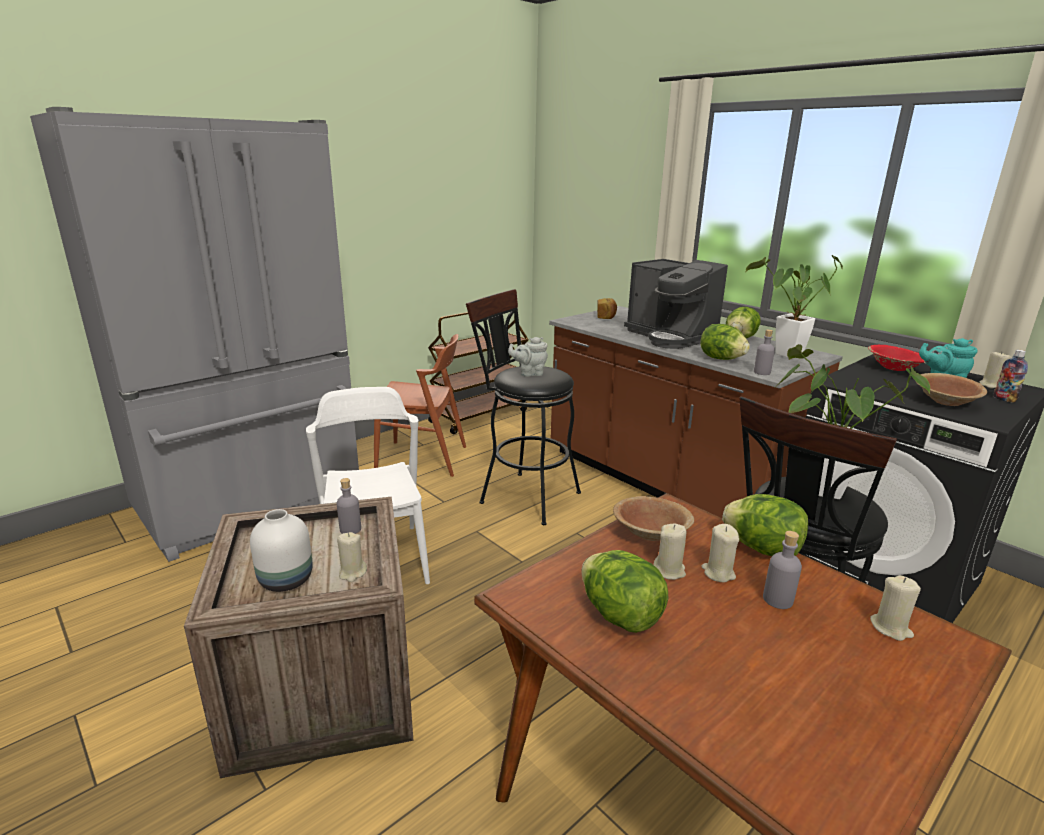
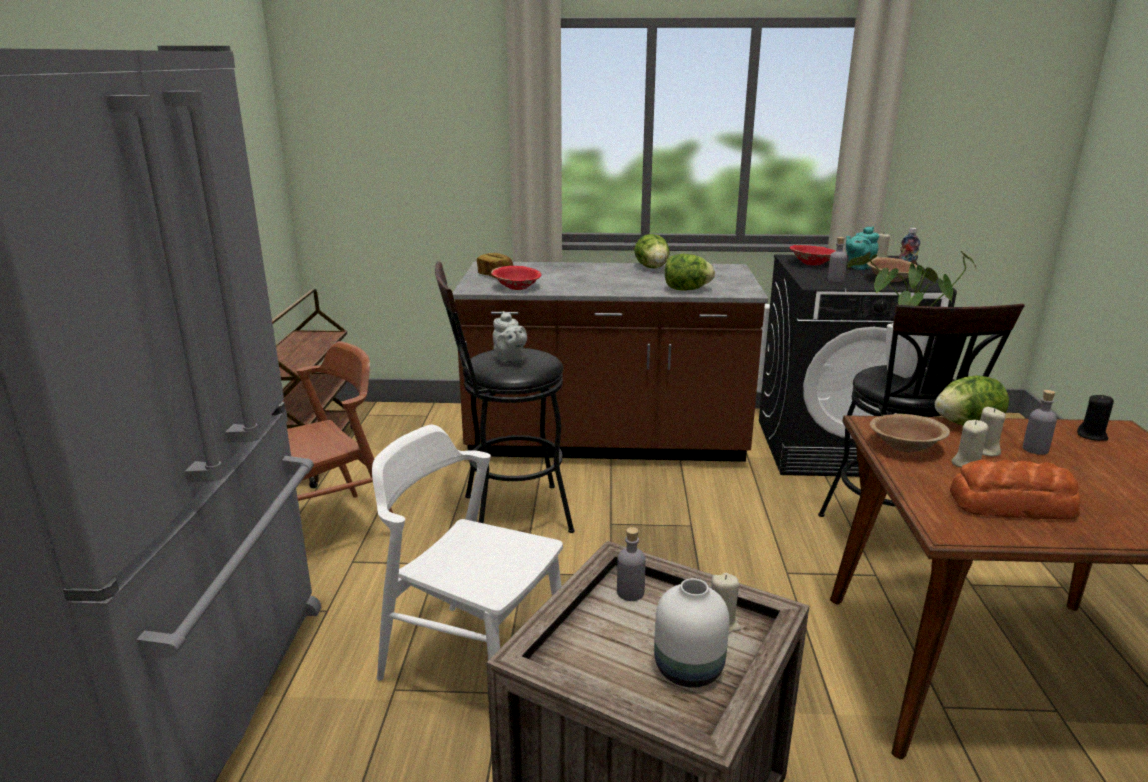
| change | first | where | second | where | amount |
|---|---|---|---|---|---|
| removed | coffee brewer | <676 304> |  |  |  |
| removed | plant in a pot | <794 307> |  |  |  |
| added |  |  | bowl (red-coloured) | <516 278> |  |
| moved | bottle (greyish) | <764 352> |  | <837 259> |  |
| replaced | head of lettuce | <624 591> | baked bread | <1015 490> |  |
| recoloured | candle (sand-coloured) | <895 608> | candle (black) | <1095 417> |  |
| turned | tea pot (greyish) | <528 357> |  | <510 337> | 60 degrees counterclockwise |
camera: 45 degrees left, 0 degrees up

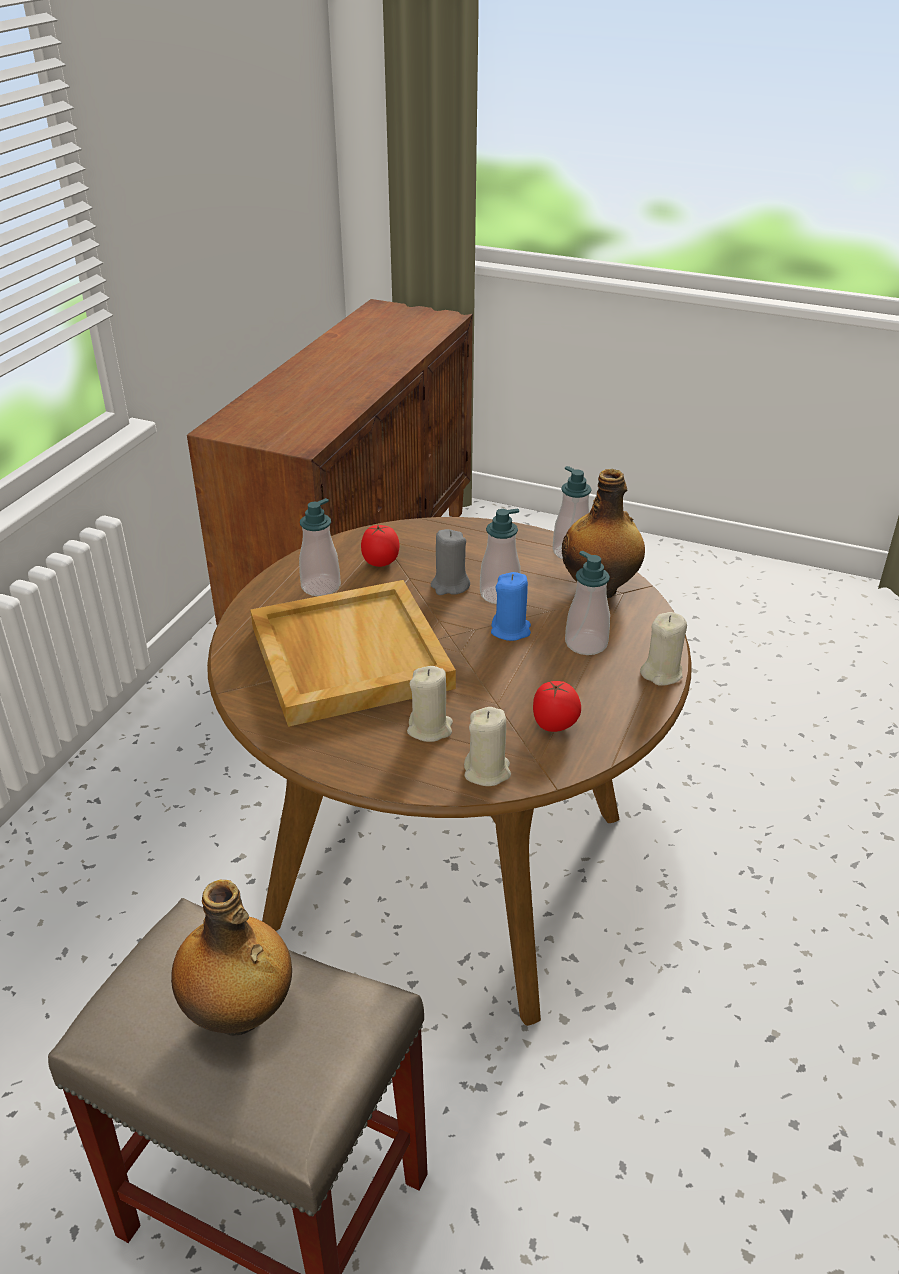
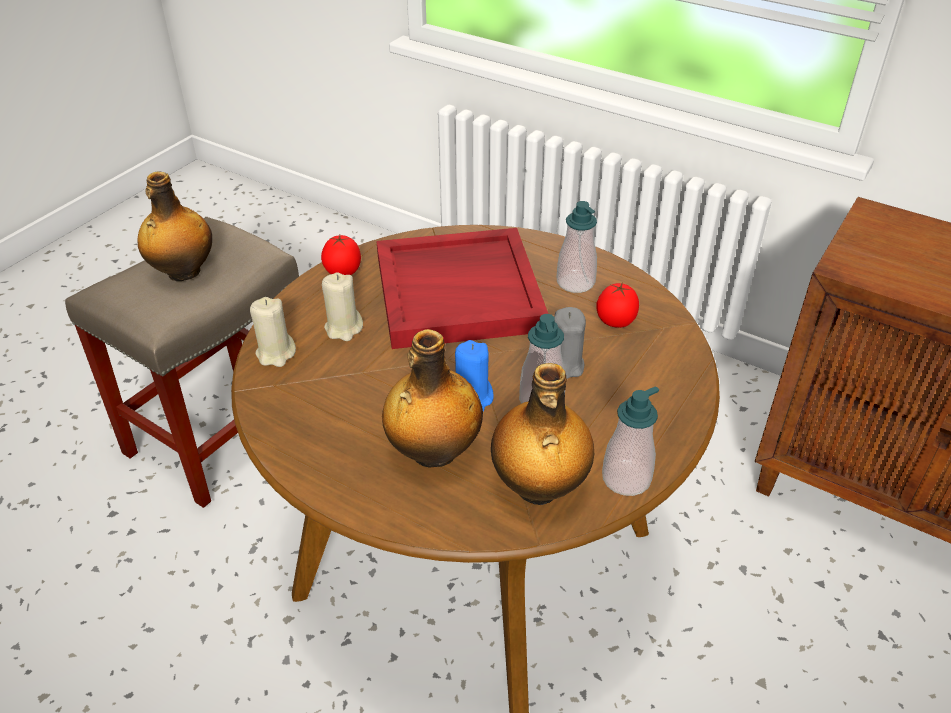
| change | first | where | second | where | amount |
|---|---|---|---|---|---|
| removed | candle (sand-coloured) | <663 649> |  |  |  |
| moved | fresh tomato | <557 706> |  | <341 255> |  |
| replaced | soap bottle | <587 603> | bottle | <432 398> |  |
| recoloured | serving tray (sand-coloured) | <353 653> | serving tray (red-coloured) | <462 288> |  |
camera: 100 degrees right, 5 degrees up

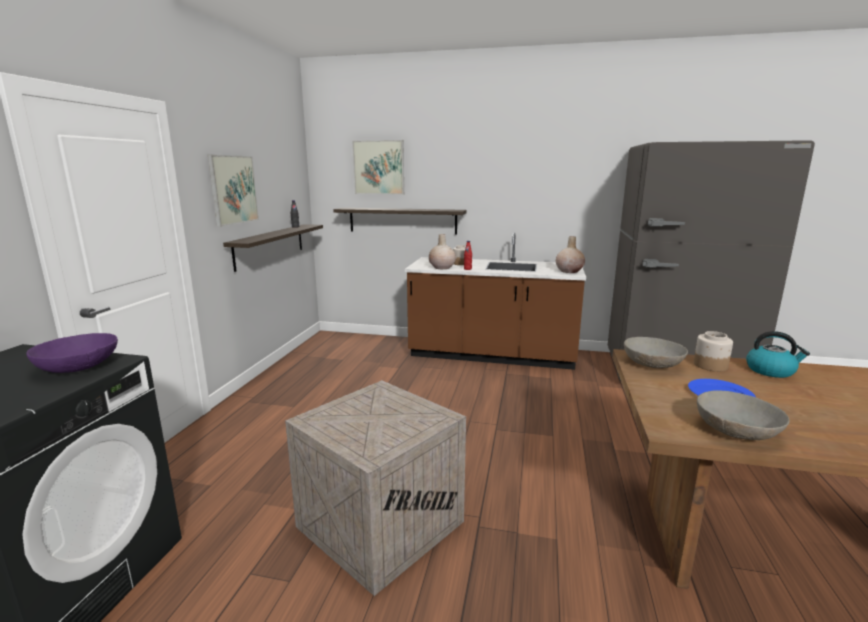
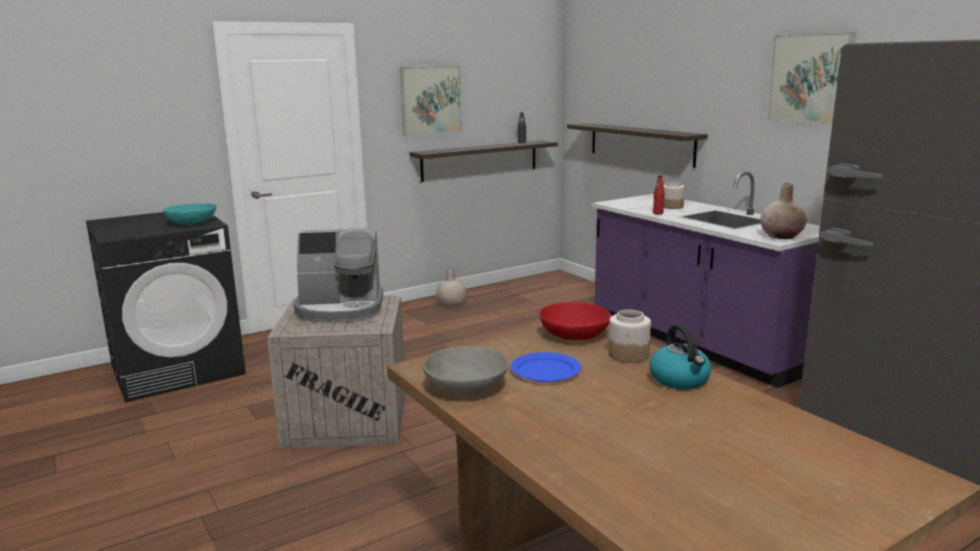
| change | first | where | second | where | amount |
|---|---|---|---|---|---|
| added |  |  | coffee brewer | <338 275> |  |
| moved | wall art | <378 167> |  | <811 78> |  |
| moved | flower vase (sand-coloured) | <442 251> |  | <451 287> |  |
| recoloured | bowl (purplish) | <72 353> | bowl (blue-green) | <190 214> |  |
| recoloured | kitchen base unit (brownish) | <495 301> | kitchen base unit (purplish) | <706 280> |  |
| recoloured | bowl (greyish) | <656 352> | bowl (red-coloured) | <575 321> |  |
camera: 45 degrees right, 0 degrees up

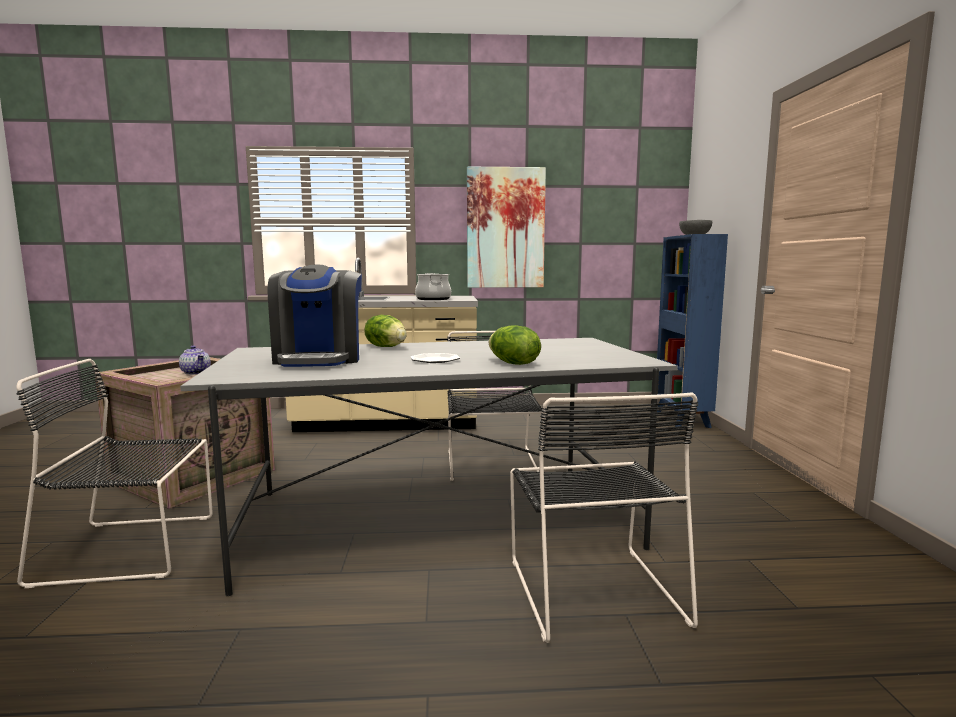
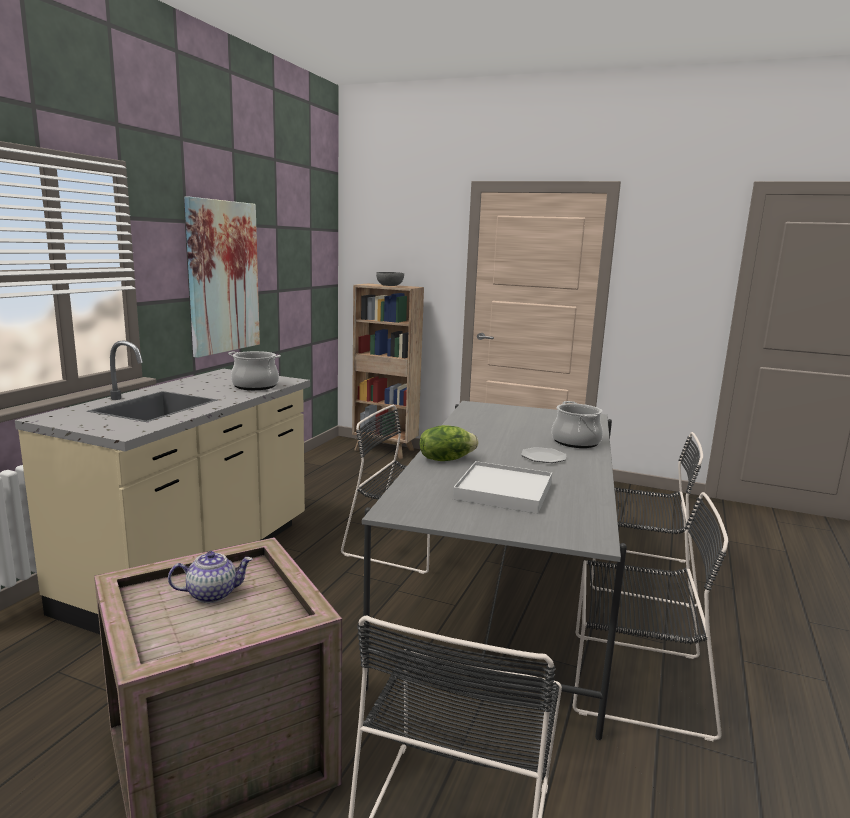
| change | first | where | second | where | amount |
|---|---|---|---|---|---|
| added |  |  | chair (black) | <650 617> |  |
| replaced | coffee brewer | <314 316> | serving tray (whitish) | <502 487> |  |
| replaced | head of lettuce | <515 345> | stockpot | <577 424> |  |
| recoloured | bookshelf (blue) | <692 331> | bookshelf (brownish) | <388 371> |  |
camera: 65 degrees left, 5 degrees up

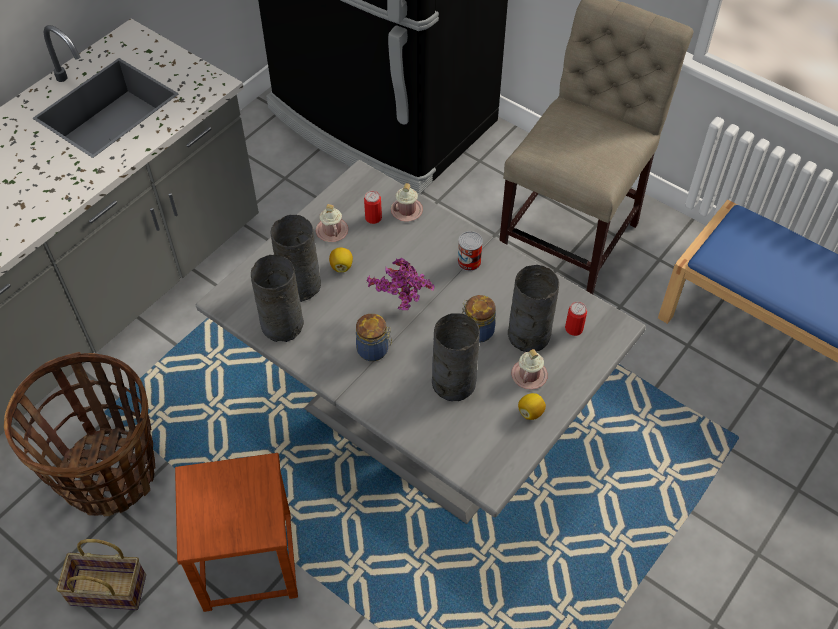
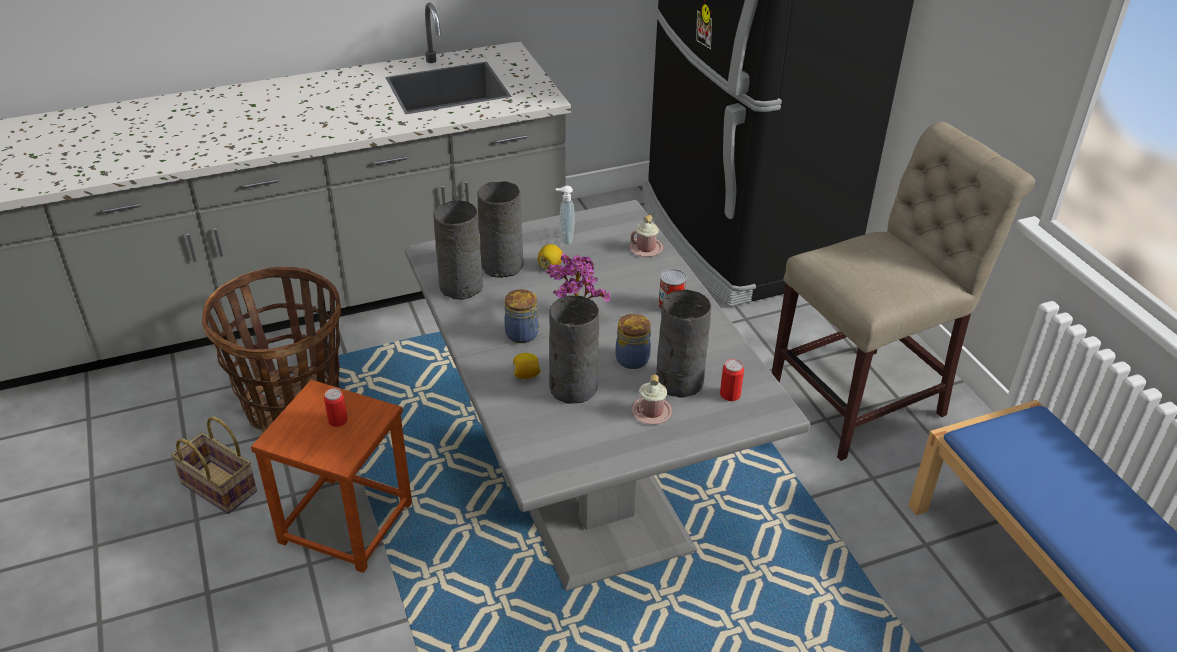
| change | first | where | second | where | amount |
|---|---|---|---|---|---|
| moved | metal can | <373 207> |  | <336 407> |  |
| moved | citrus fruit | <532 406> |  | <527 366> |  |
| replaced | coffee mug (pinkish) | <332 223> | soap bottle | <565 215> |  |
camera: 30 degrees right, 15 degrees down

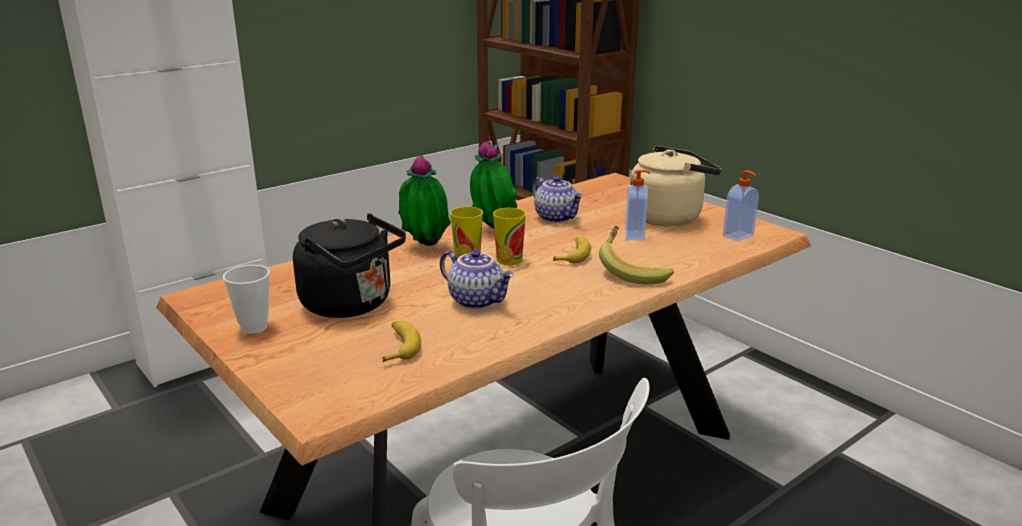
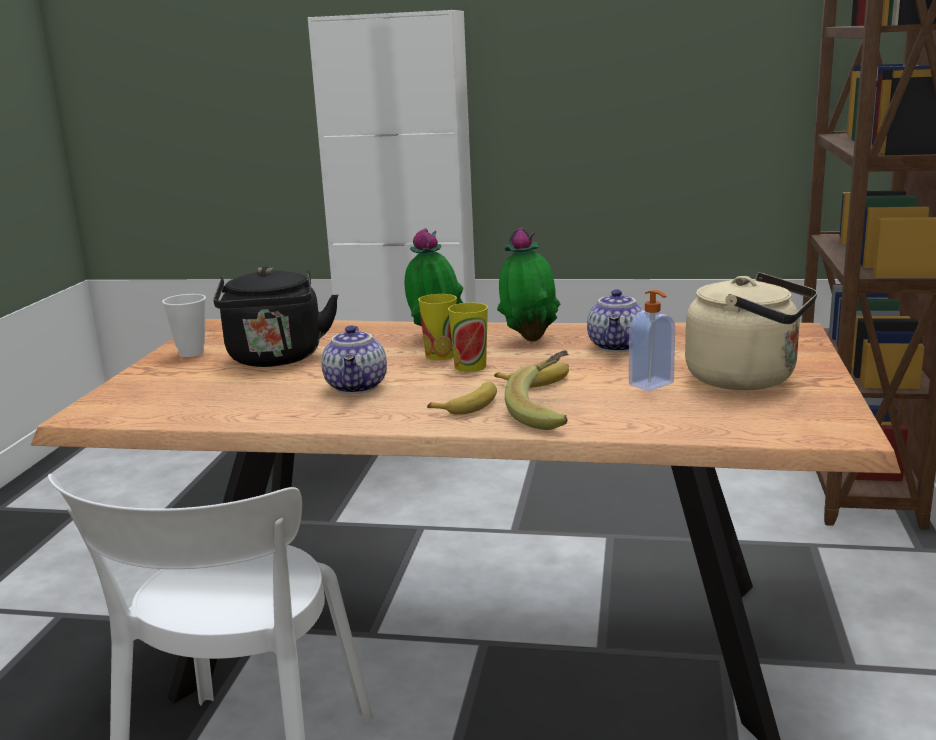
| change | first | where | second | where | amount |
|---|---|---|---|---|---|
| removed | soap bottle | <741 206> |  |  |  |
| moved | banana | <402 341> |  | <462 398> |  |
camera: 50 degrees right, 5 degrees down

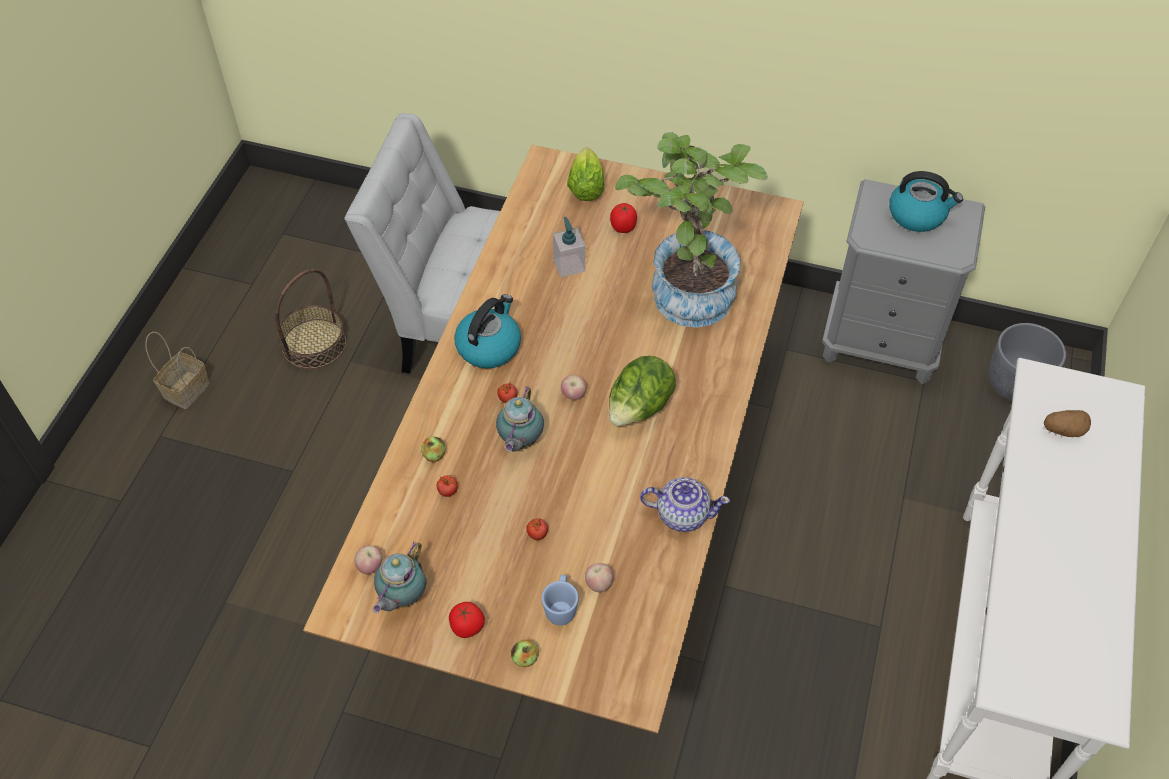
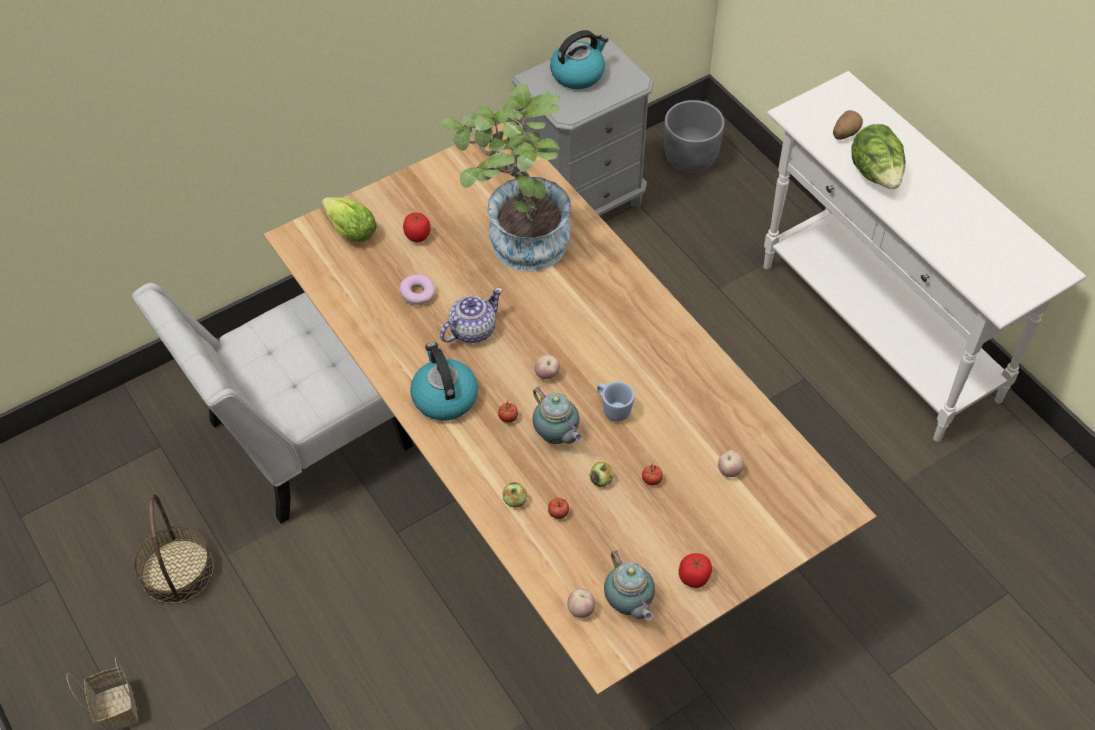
| change | first | where | second | where | amount |
|---|---|---|---|---|---|
| moved | apple | <525 653> |  | <602 474> |  |
| moved | coffee mug (blue) | <560 600> |  | <616 401> |  |
| moved | head of lettuce | <642 391> |  | <878 156> |  |
| moved | tea pot | <685 504> |  | <471 315> |  |
| replaced | soap bottle | <569 247> | donut | <417 289> |  |
camera: 50 degrees left, 0 degrees up

